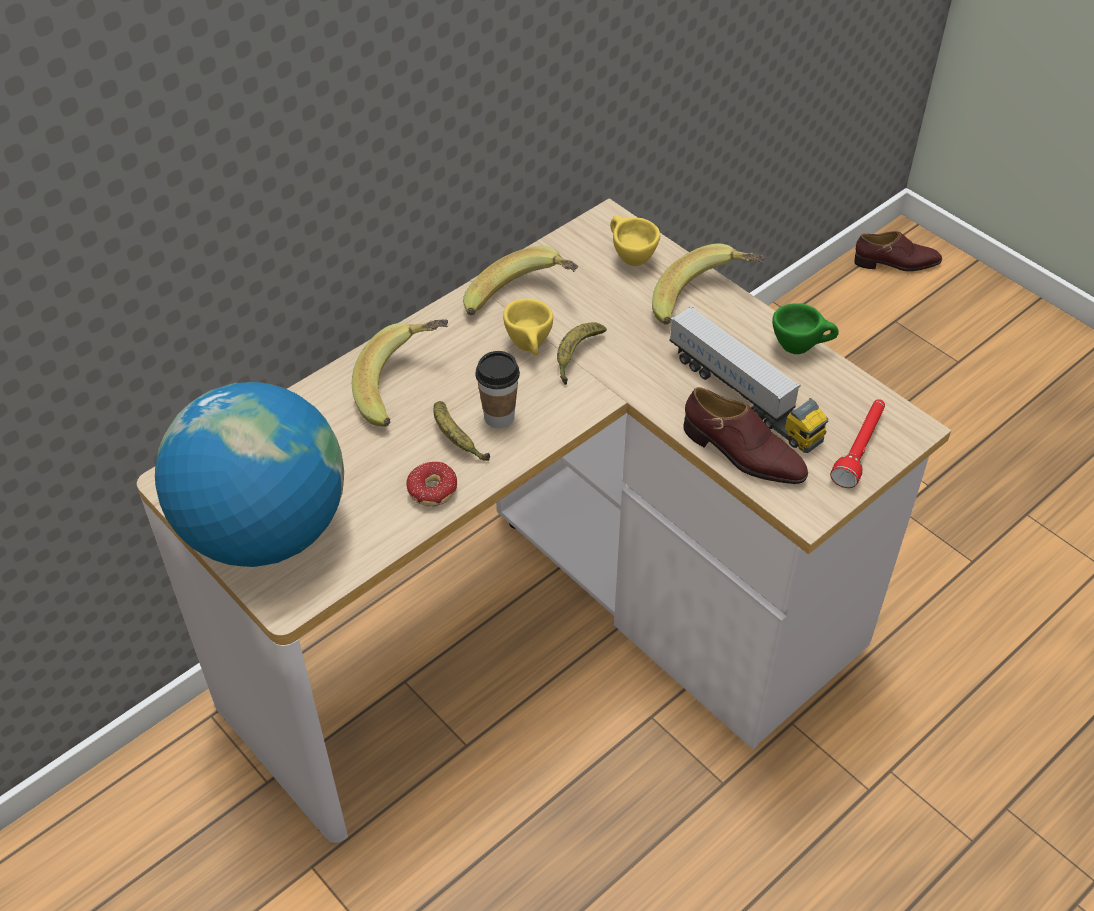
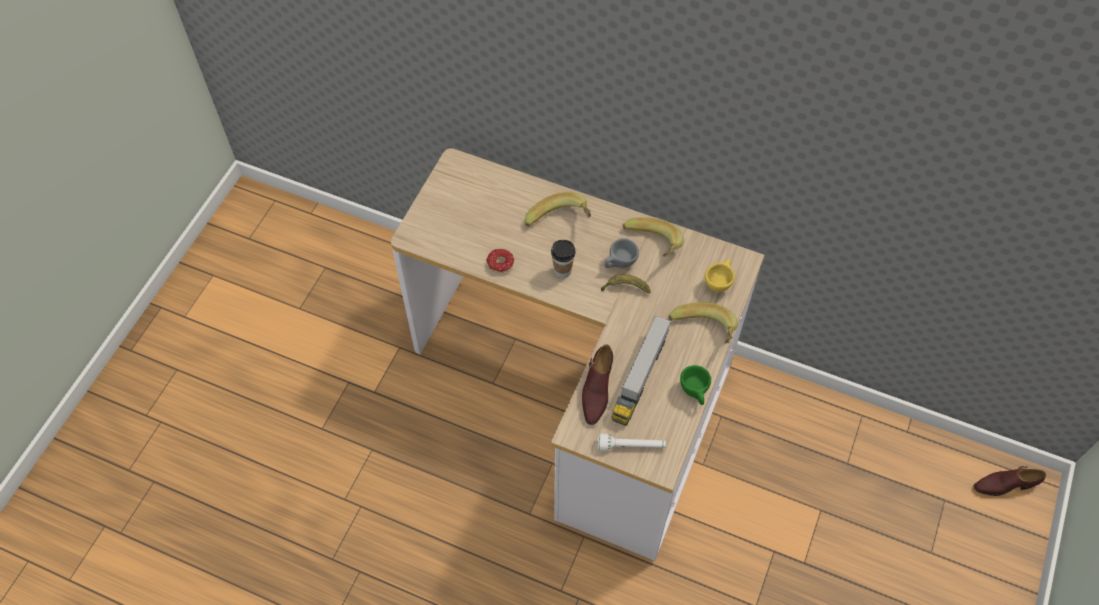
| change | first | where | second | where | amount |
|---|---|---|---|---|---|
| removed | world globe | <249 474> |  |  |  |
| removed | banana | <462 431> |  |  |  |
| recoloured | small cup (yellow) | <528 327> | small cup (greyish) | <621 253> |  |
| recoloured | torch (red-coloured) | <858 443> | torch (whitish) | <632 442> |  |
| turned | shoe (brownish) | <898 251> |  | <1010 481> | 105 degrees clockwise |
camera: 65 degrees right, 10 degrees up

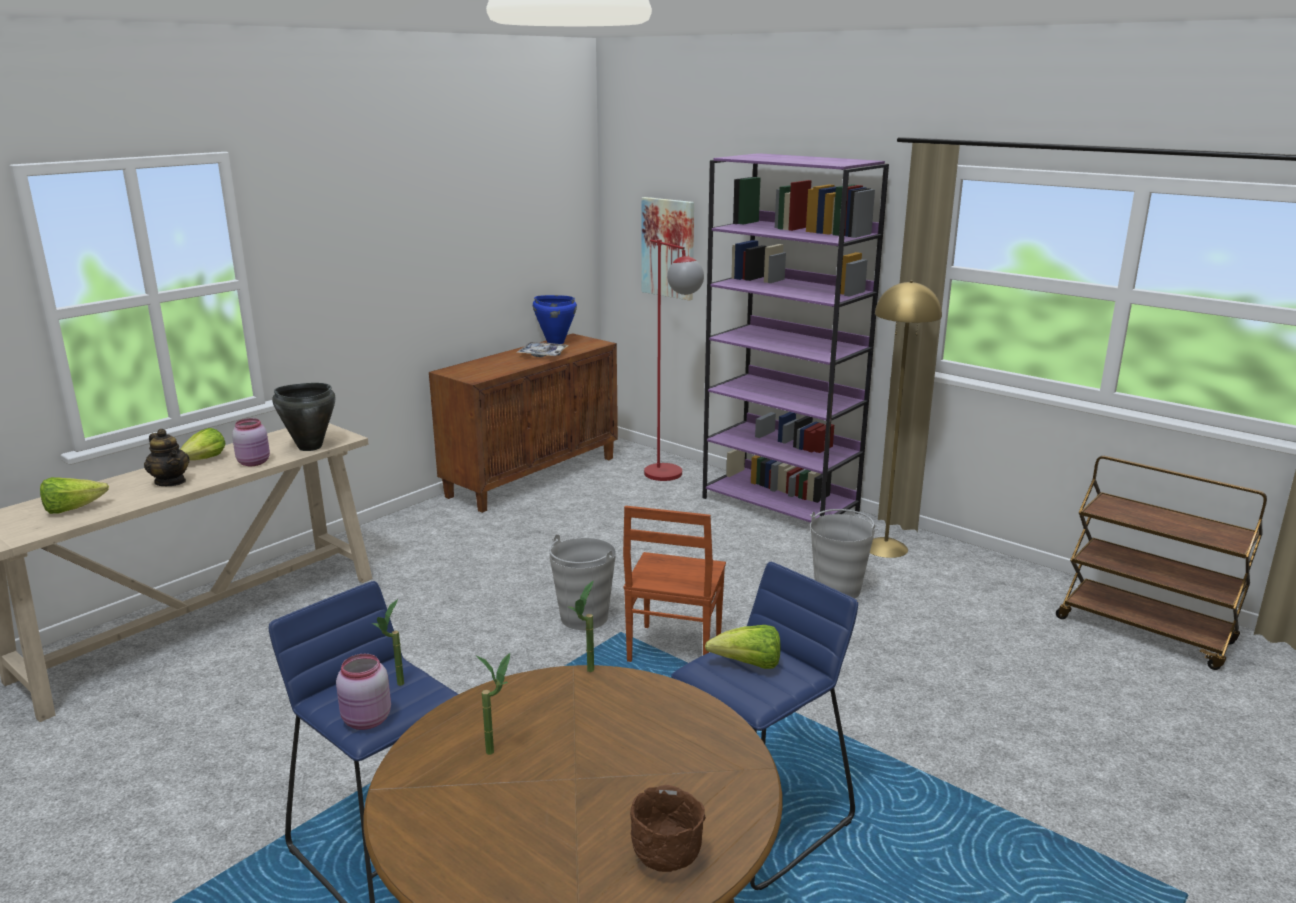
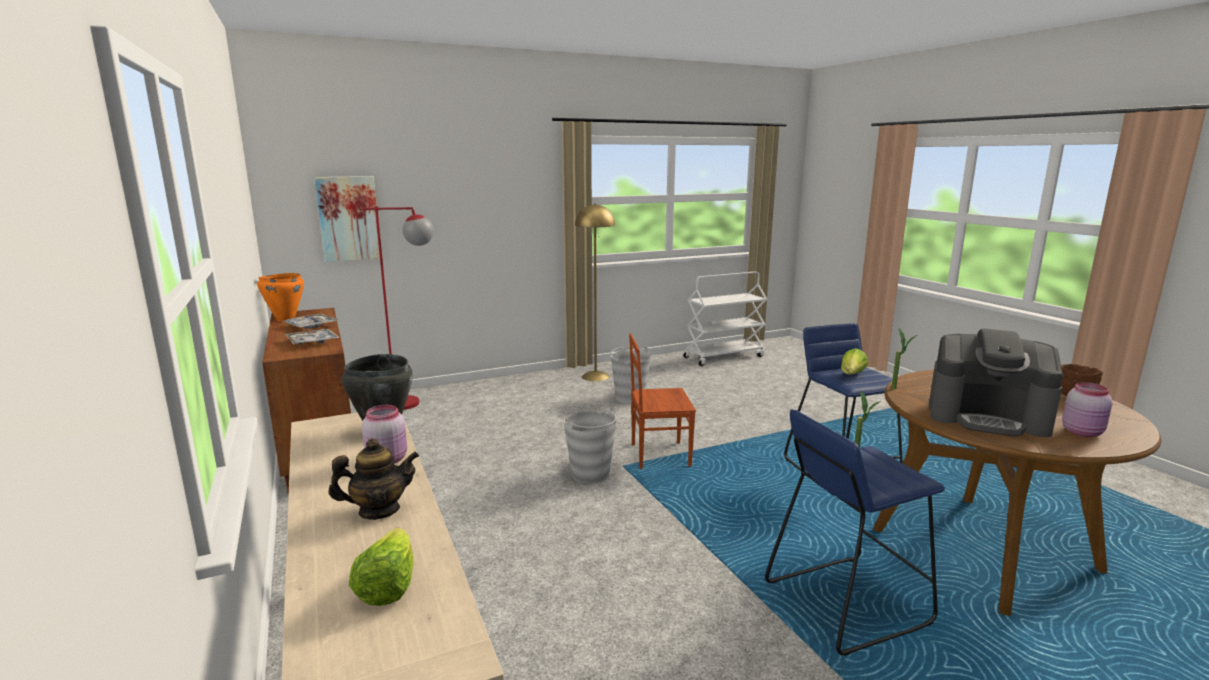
| change | first | where | second | where | amount |
|---|---|---|---|---|---|
| removed | head of lettuce | <203 444> |  |  |  |
| removed | bookshelf (purplish) | <795 338> |  |  |  |
| added |  |  | serving tray | <312 337> |  |
| moved | storage jar (pinkish) | <363 692> |  | <1087 409> |  |
| replaced | plant in a pot | <493 704> | coffee brewer | <996 382> |  |
| recoloured | stockpot (blue) | <555 319> | stockpot (orange-coloured) | <280 297> |  |
| recoloured | wheeled cart (brownish) | <1161 563> | wheeled cart (whitish) | <725 318> |  |
| turned | chair (brownish) | <674 584> |  | <662 401> | 135 degrees clockwise |
camera: 65 degrees left, 5 degrees down

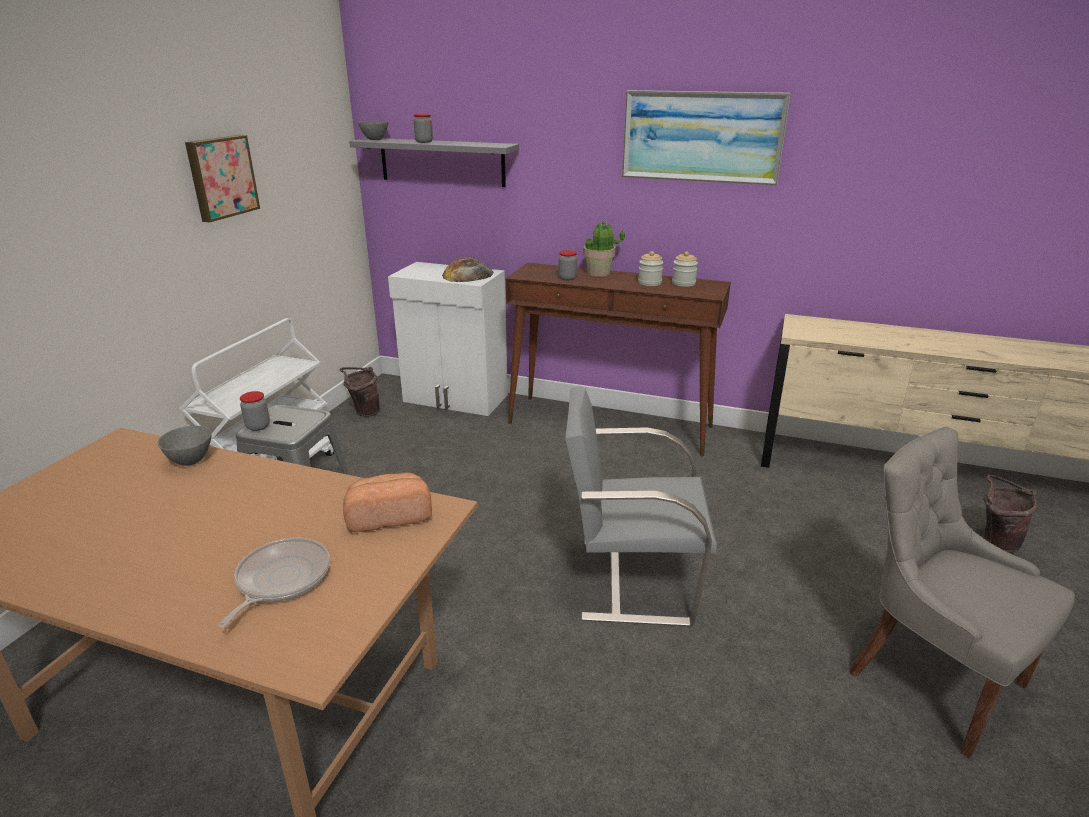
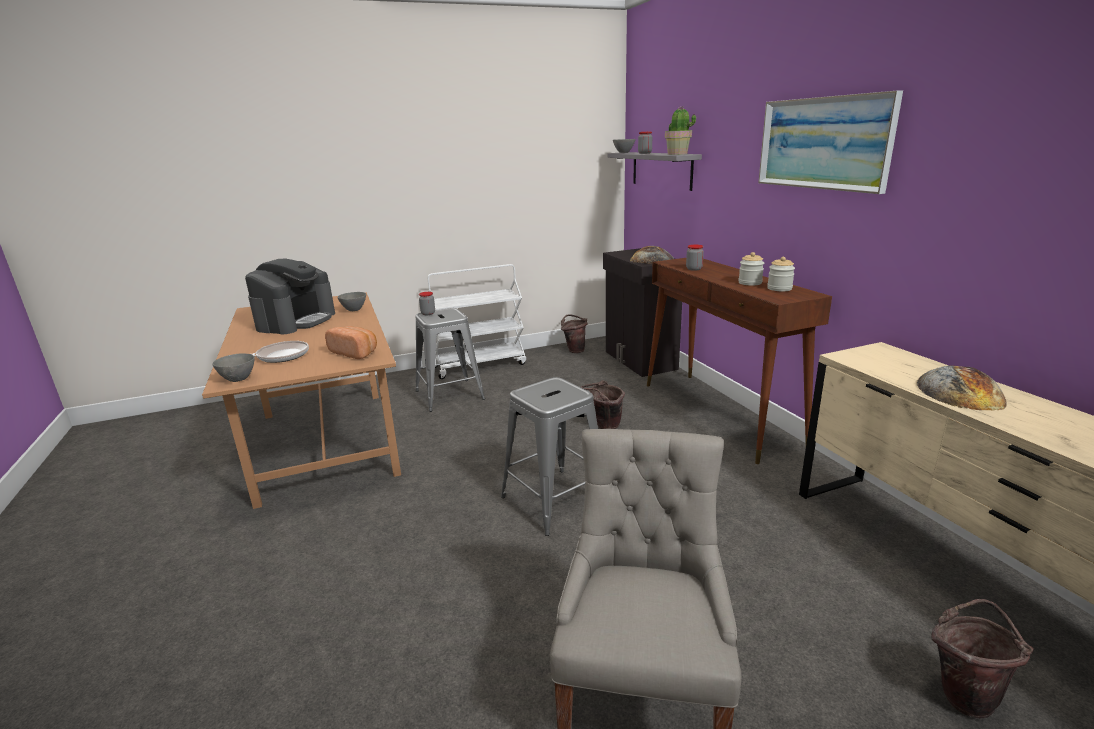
| change | first | where | second | where | amount |
|---|---|---|---|---|---|
| removed | wall art | <222 178> |  |  |  |
| added |  |  | bowl (greyish) | <233 367> |  |
| added |  |  | coffee brewer | <290 296> |  |
| added |  |  | bucket (brownish) | <603 404> |  |
| added |  |  | baked bread | <962 387> |  |
| moved | plant in a pot | <604 249> |  | <680 130> |  |
| replaced | chair (greyish) | <641 506> | stool (greyish) | <549 456> |  |
| recoloured | cupboard (whitish) | <448 339> | cupboard (black) | <642 312> |  |
camera: 50 degrees right, 5 degrees down

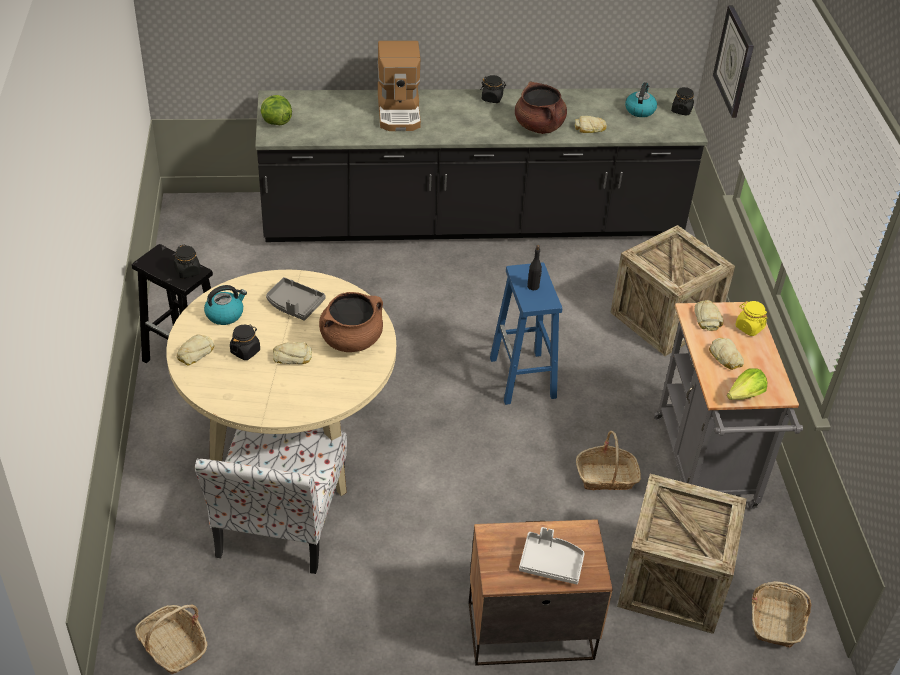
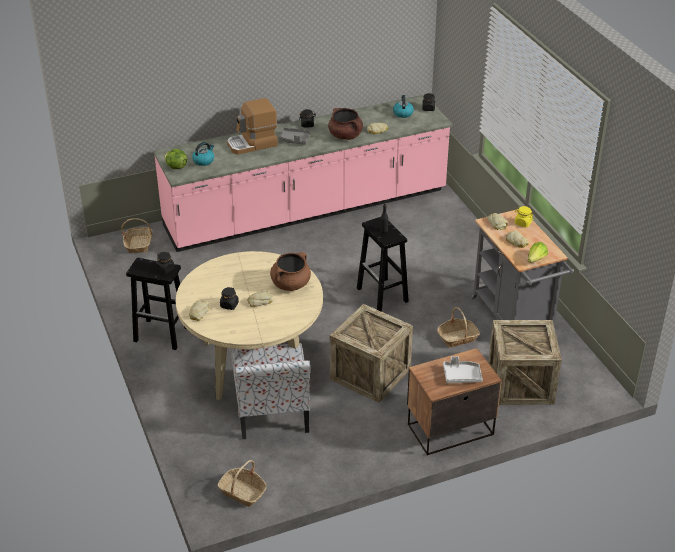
| change | first | where | second | where | amount |
|---|---|---|---|---|---|
| removed | wall clock | <733 61> |  |  |  |
| moved | water kettle | <225 305> |  | <203 154> |  |
| moved | serving tray (greyish) | <296 298> |  | <295 136> |  |
| moved | packing crate | <672 290> |  | <371 353> |  |
| moved | basket | <781 614> |  | <137 235> |  |
| recoloured | kitchen base unit (black) | <481 165> | kitchen base unit (pinkish) | <303 173> |  |
| recoloured | stool (blue) | <526 333> | stool (black) | <383 264> |  |
| turned | coffee brewer | <399 86> |  | <252 126> | 90 degrees clockwise |
camera: 15 degrees left, 5 degrees down

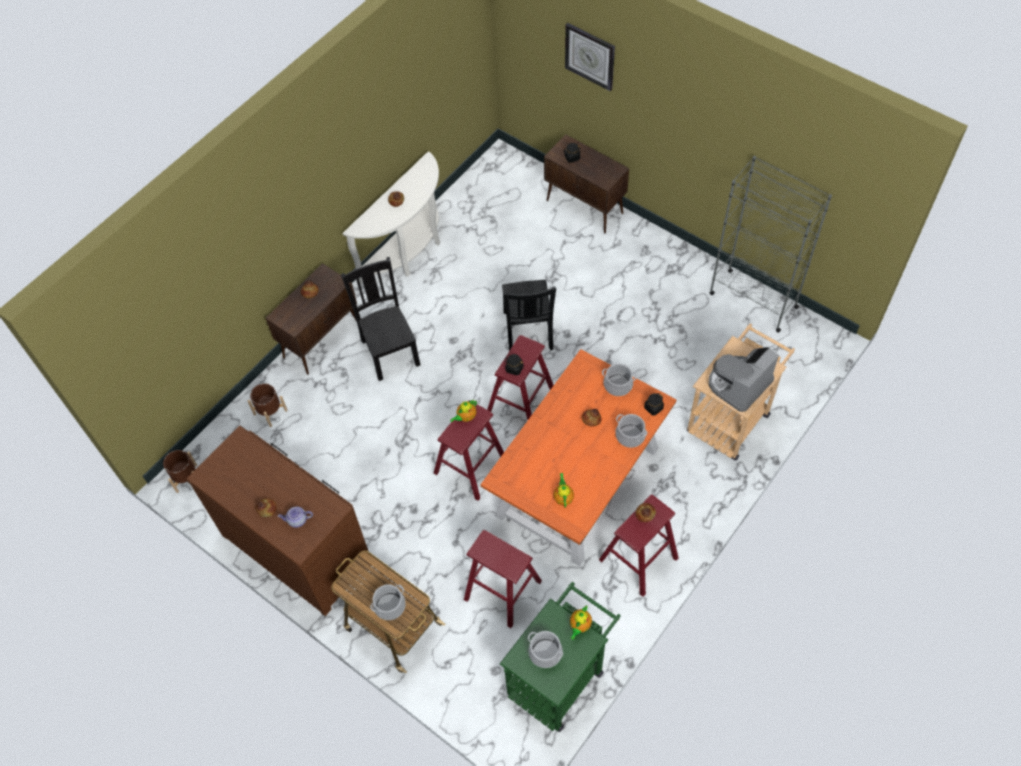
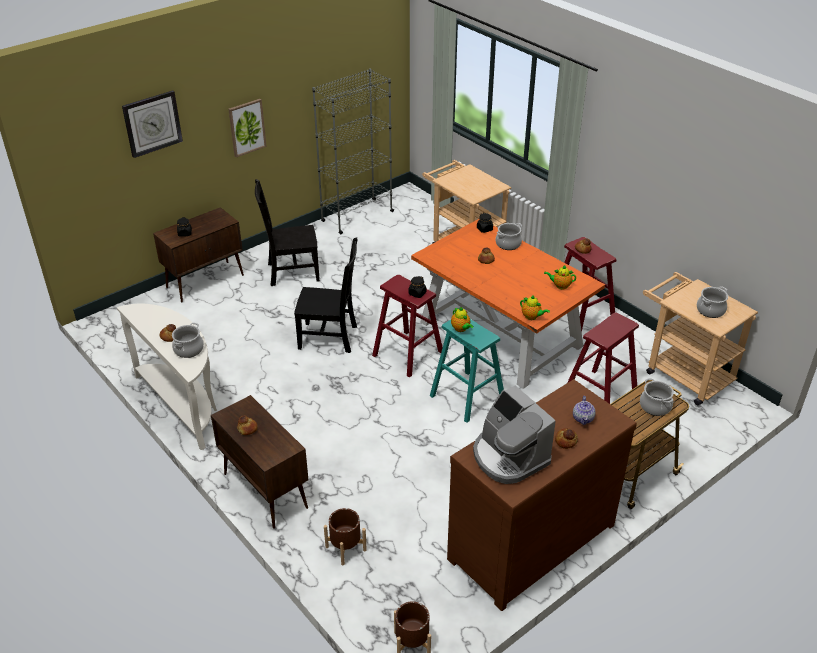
| change | first | where | second | where | amount |
|---|---|---|---|---|---|
| added |  |  | wall art | <247 128> |  |
| moved | chair (black) | <381 319> |  | <287 232> |  |
| moved | tea pot | <581 622> |  | <535 307> |  |
| moved | stockpot | <619 380> |  | <188 340> |  |
| moved | coffee brewer | <743 379> |  | <514 434> |  |
| recoloured | stool (red-coloured) | <469 450> | stool (blue-green) | <467 371> |  |
| recoloured | wheeled cart (greenish) | <560 657> | wheeled cart (sand-coloured) | <700 338> |  |
camera: 80 degrees left, 20 degrees down

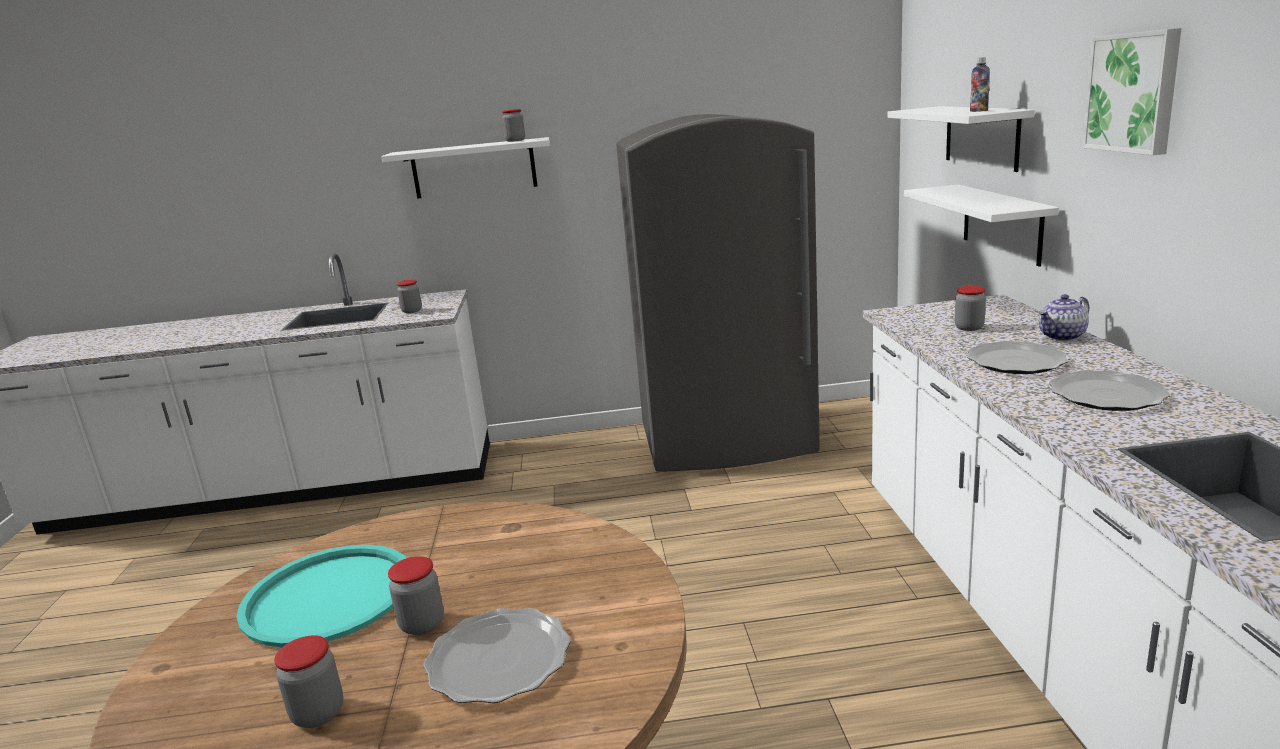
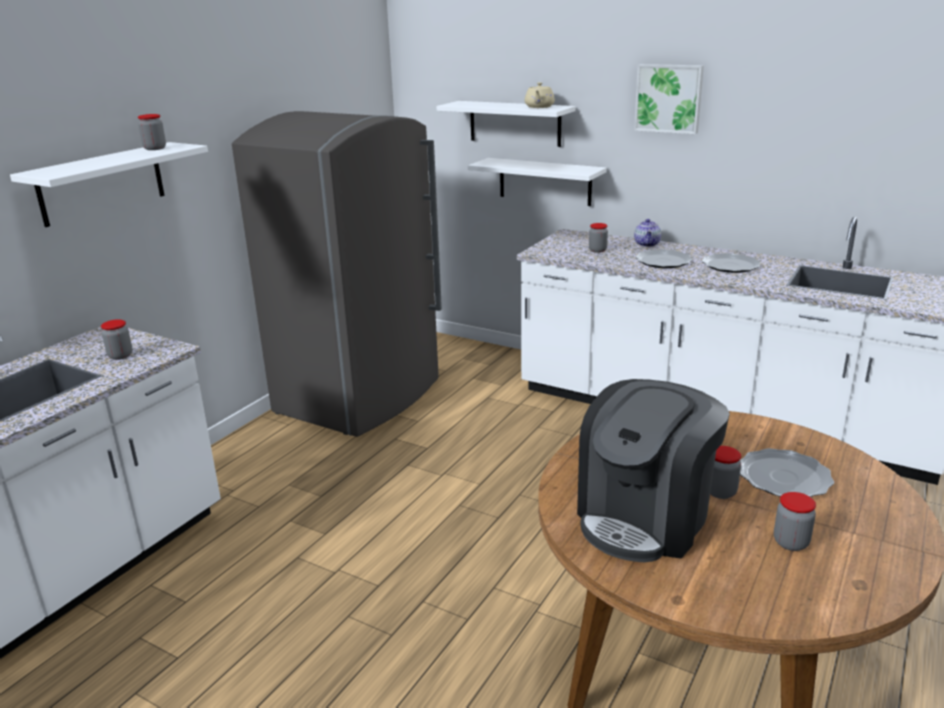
| change | first | where | second | where | amount |
|---|---|---|---|---|---|
| replaced | serving tray (blue-green) | <321 596> | coffee brewer | <653 470> |  |
| replaced | bottle | <980 84> | tea pot (sand-coloured) | <540 95> |  |
camera: 55 degrees left, 5 degrees up

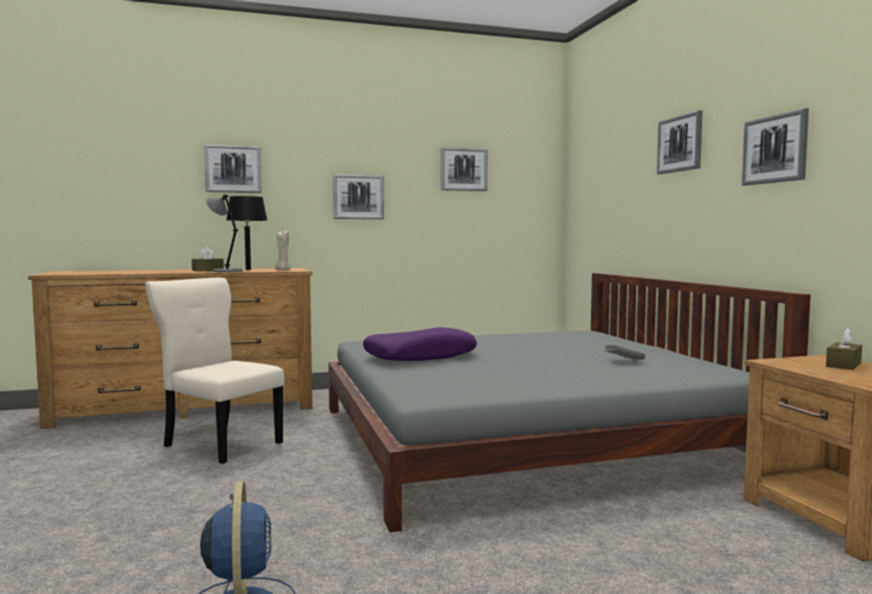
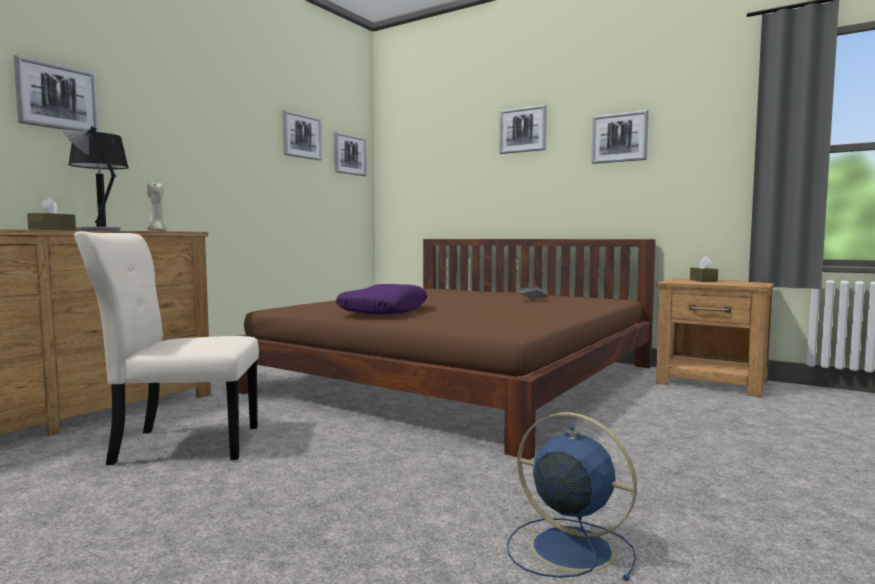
| change | first | where | second | where | amount |
|---|---|---|---|---|---|
| moved | wall art | <358 196> |  | <350 154> |  |
| recoloured | bedroom bed (greyish) | <569 402> | bedroom bed (brownish) | <447 349> |  |
camera: 40 degrees left, 0 degrees up

